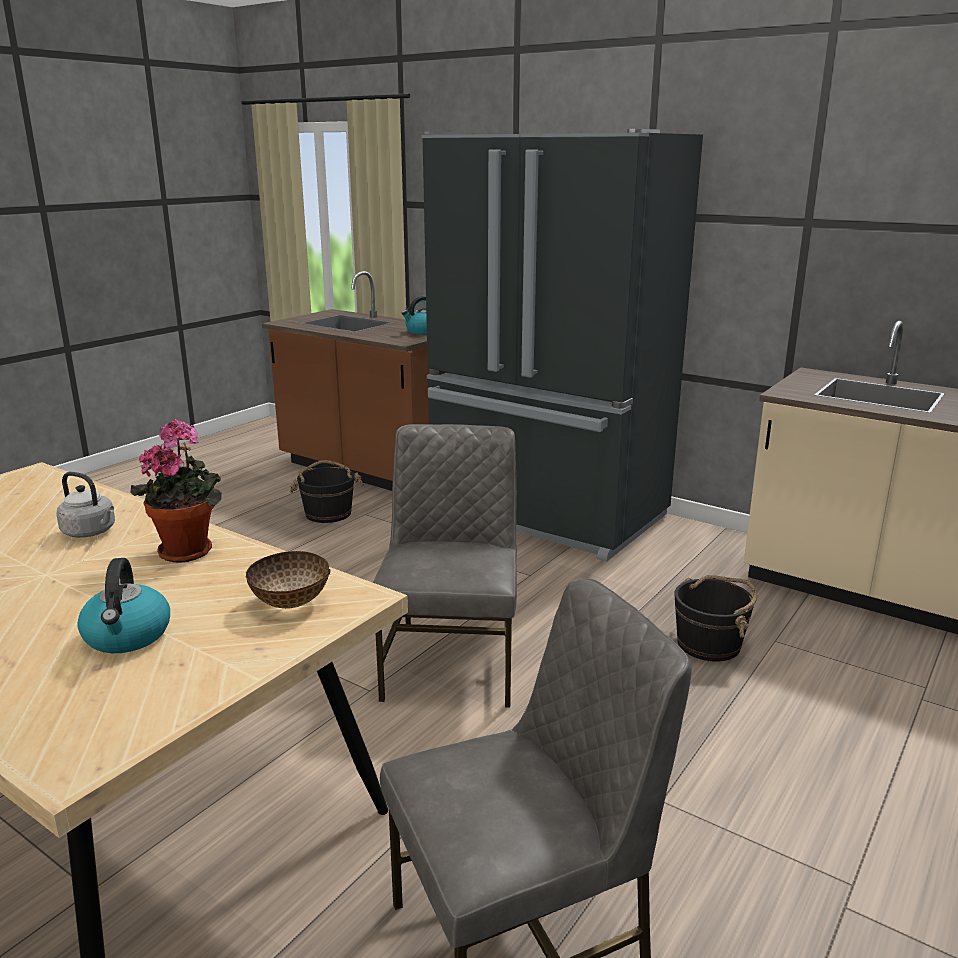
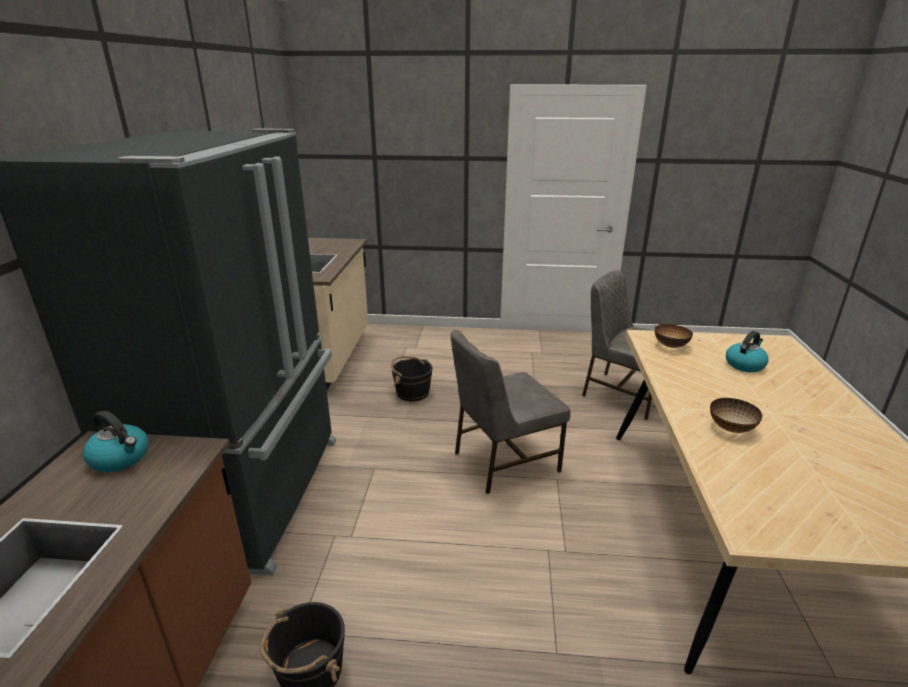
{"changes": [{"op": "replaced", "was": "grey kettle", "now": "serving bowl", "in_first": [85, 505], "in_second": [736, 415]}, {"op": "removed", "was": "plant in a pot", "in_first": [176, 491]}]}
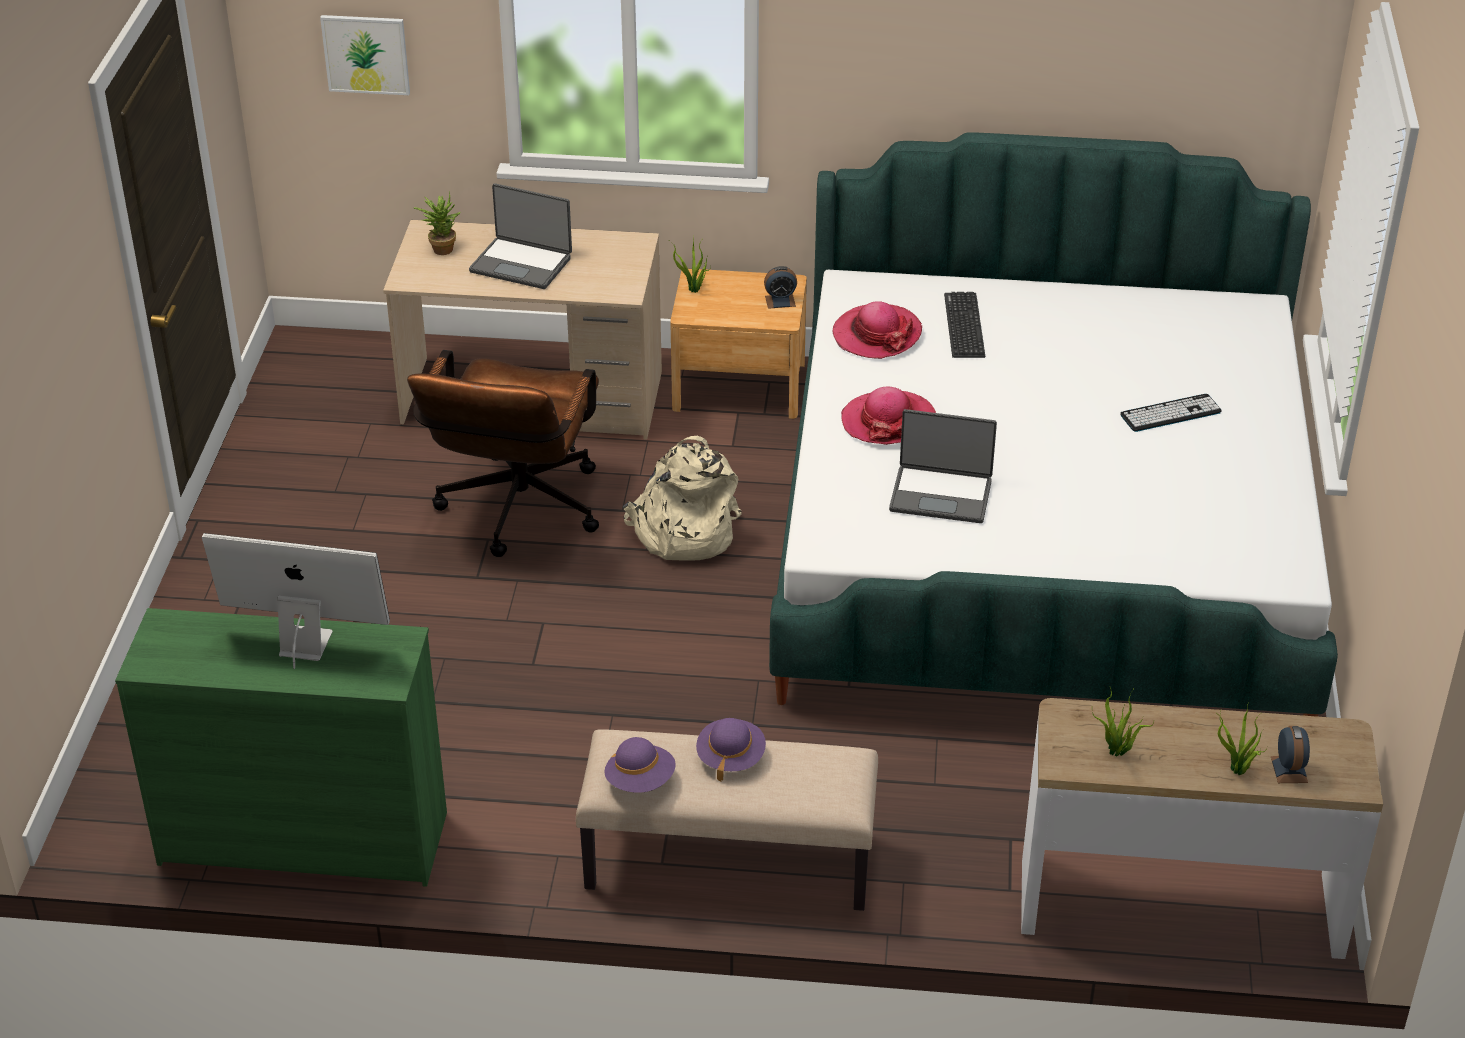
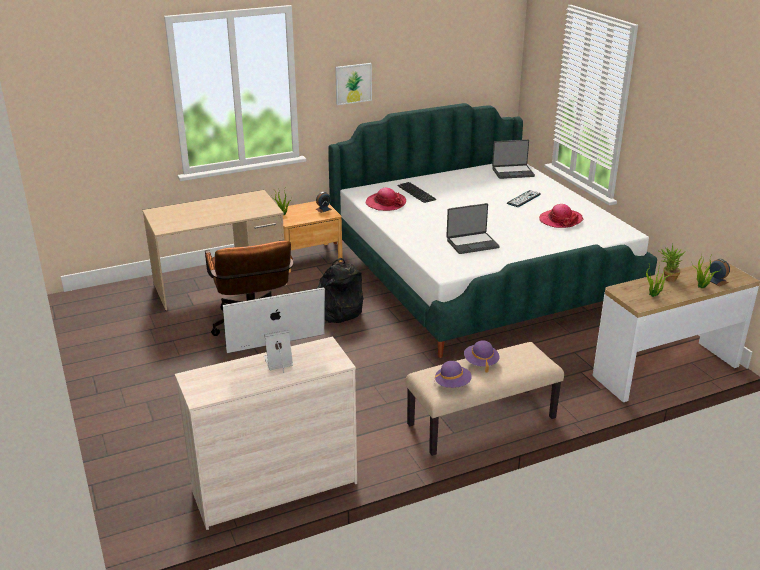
{"changes": [{"op": "recoloured", "was": "greenish drawer chest", "now": "beige drawer chest", "in_first": [281, 747], "in_second": [266, 433]}, {"op": "recoloured", "was": "beige rucksack", "now": "black rucksack", "in_first": [682, 498], "in_second": [341, 290]}, {"op": "moved", "was": "picture", "in_first": [365, 55], "in_second": [353, 84]}, {"op": "moved", "was": "notebook computer", "in_first": [520, 236], "in_second": [513, 159]}, {"op": "moved", "was": "wearable hat", "in_first": [888, 415], "in_second": [561, 216]}, {"op": "moved", "was": "plant in a pot", "in_first": [437, 223], "in_second": [672, 263]}]}
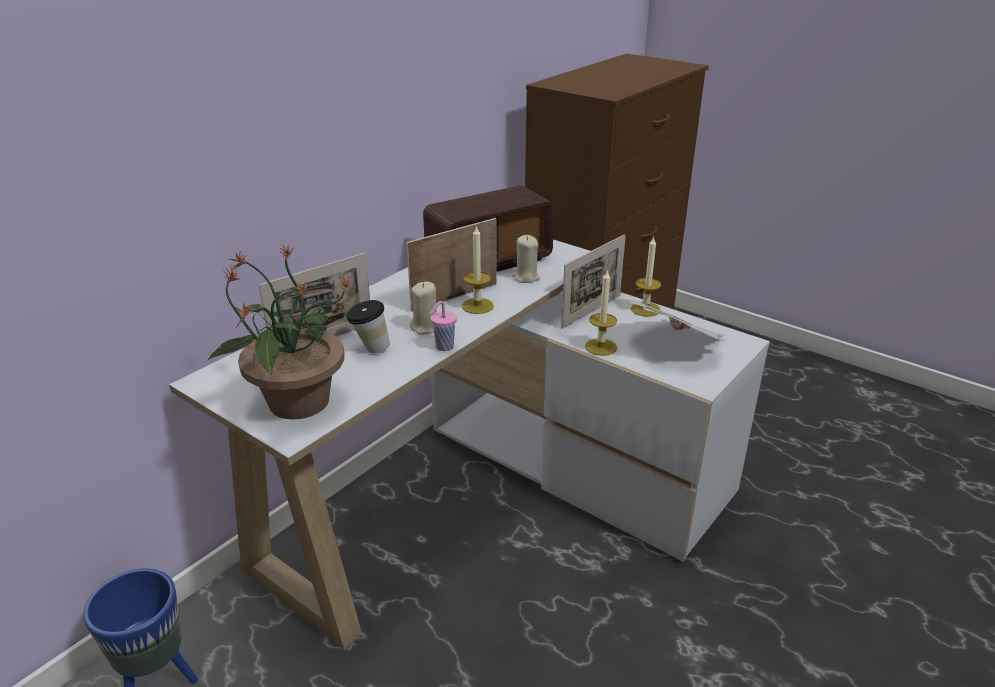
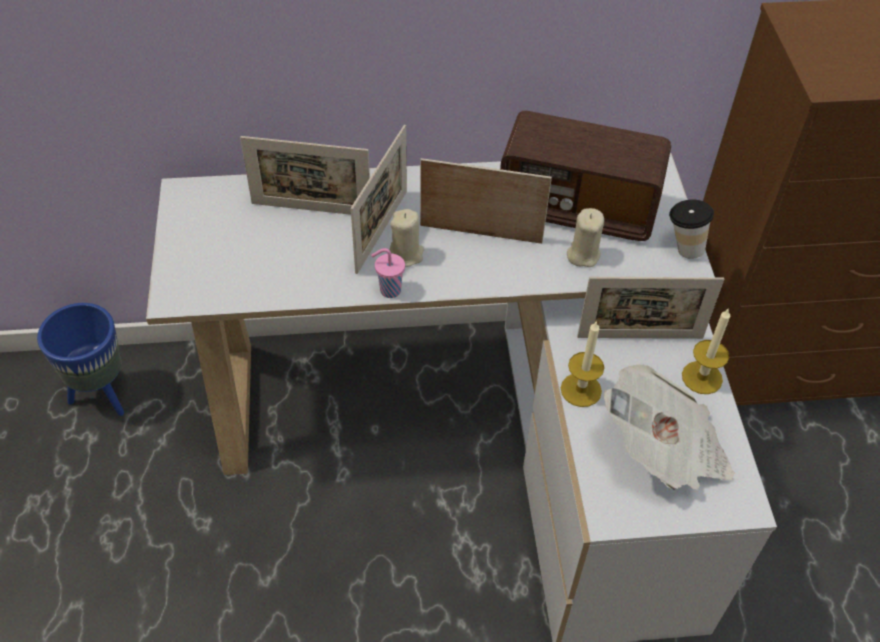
{"changes": [{"op": "added", "now": "photo frame", "in_second": [379, 199]}, {"op": "moved", "was": "drinking cup", "in_first": [368, 326], "in_second": [691, 229]}, {"op": "removed", "was": "plant in a pot", "in_first": [280, 332]}, {"op": "removed", "was": "wax light", "in_first": [478, 269]}]}
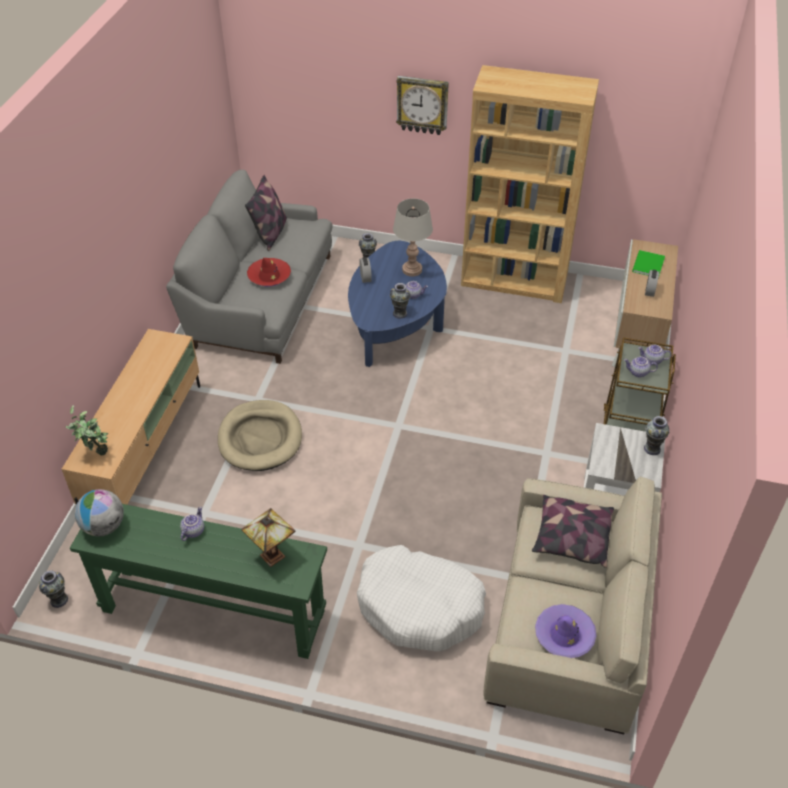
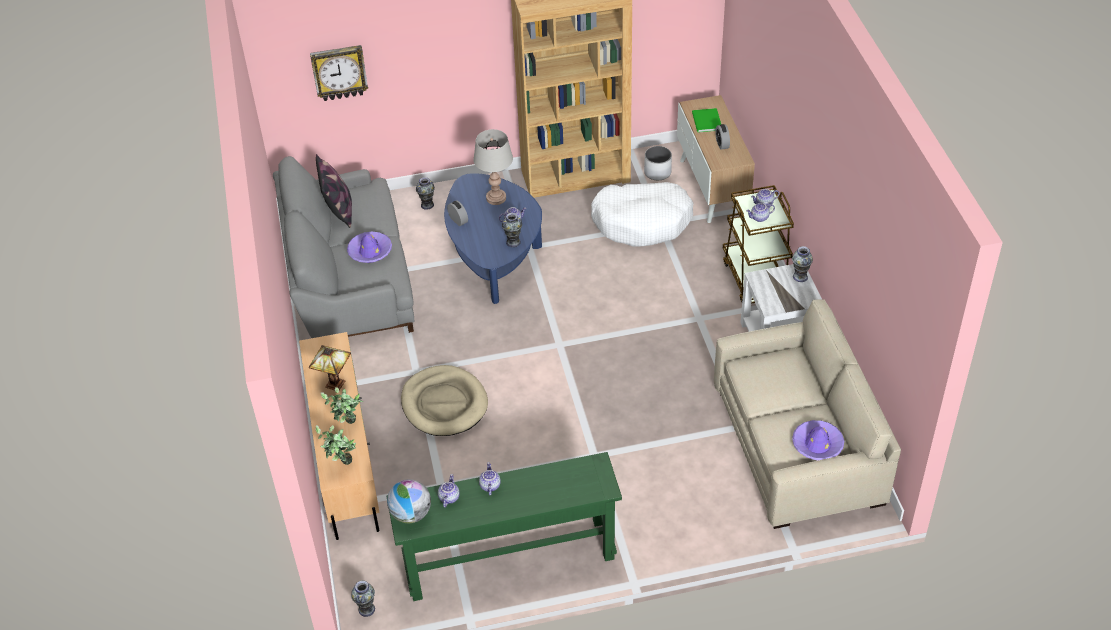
{"changes": [{"op": "moved", "was": "tabletop lamp", "in_first": [268, 537], "in_second": [330, 368]}, {"op": "moved", "was": "clock on the wall", "in_first": [422, 105], "in_second": [339, 73]}, {"op": "added", "now": "plant in a pot", "in_second": [342, 405]}, {"op": "recoloured", "was": "red wearable hat", "now": "purplish wearable hat", "in_first": [269, 272], "in_second": [369, 247]}, {"op": "added", "now": "pot for tea", "in_second": [449, 490]}, {"op": "moved", "was": "white dog bed", "in_first": [421, 598], "in_second": [642, 214]}, {"op": "added", "now": "white flower pot", "in_second": [658, 163]}, {"op": "removed", "was": "pillow", "in_first": [573, 531]}]}
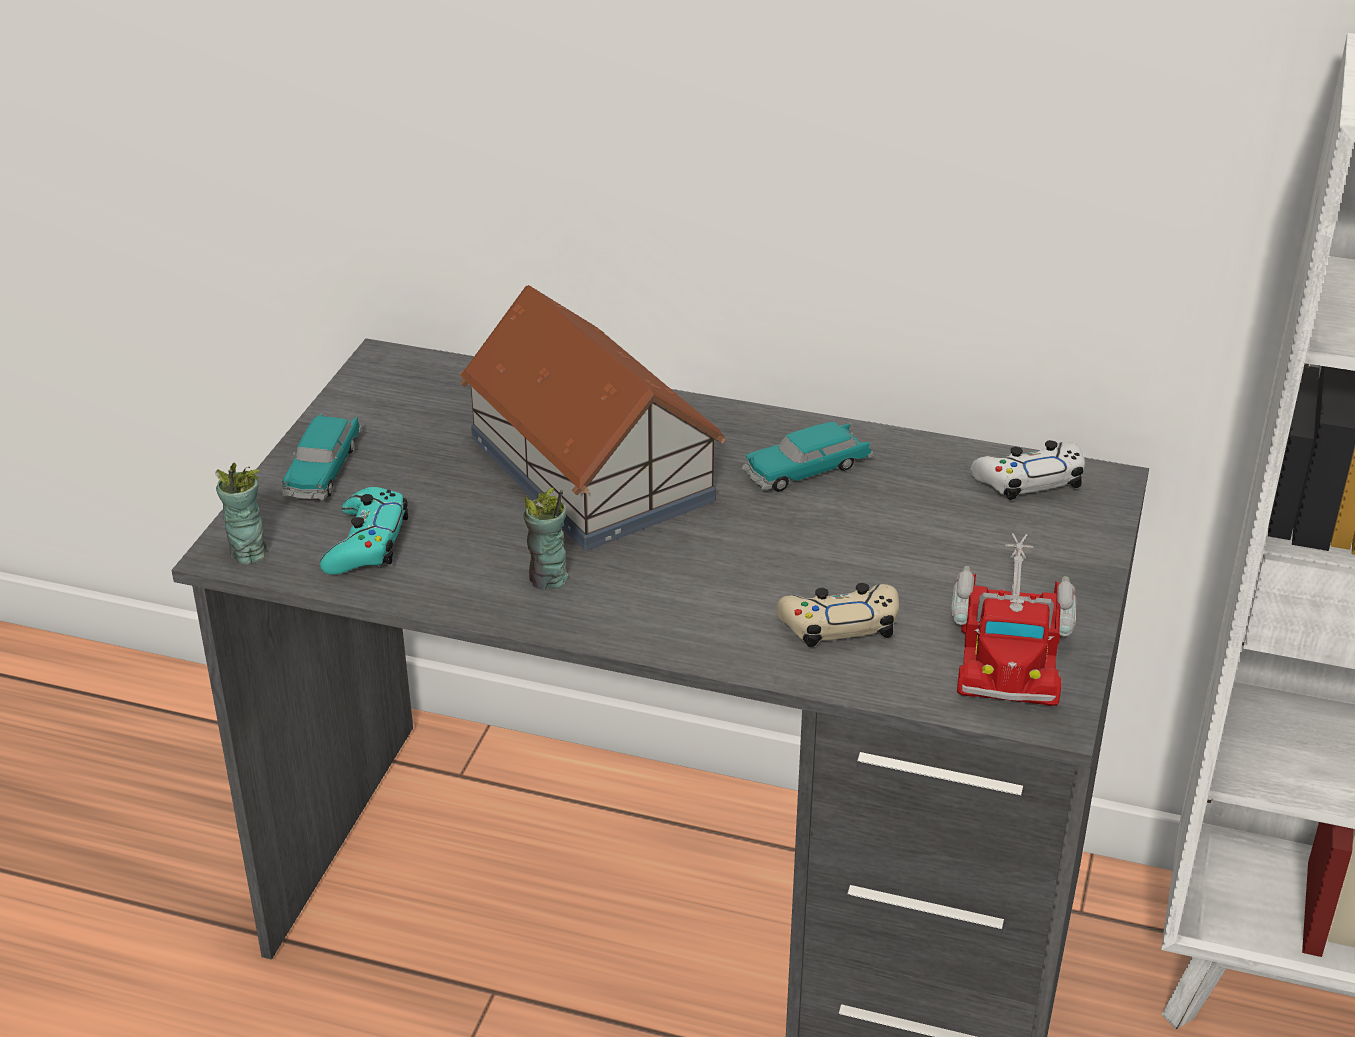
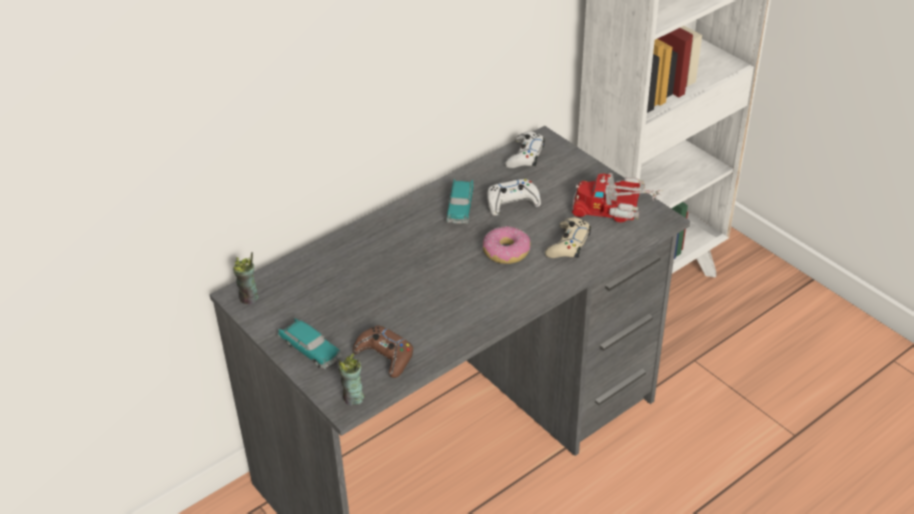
{"changes": [{"op": "moved", "was": "drinking cup", "in_first": [545, 538], "in_second": [246, 278]}, {"op": "recoloured", "was": "blue-green game controller", "now": "brown game controller", "in_first": [364, 531], "in_second": [383, 352]}, {"op": "added", "now": "ring doughnut", "in_second": [507, 245]}, {"op": "added", "now": "white game controller", "in_second": [514, 197]}, {"op": "turned", "was": "toy lorry", "in_first": [1013, 619], "in_second": [617, 197], "clockwise": 150}, {"op": "removed", "was": "miniature house", "in_first": [593, 417]}]}
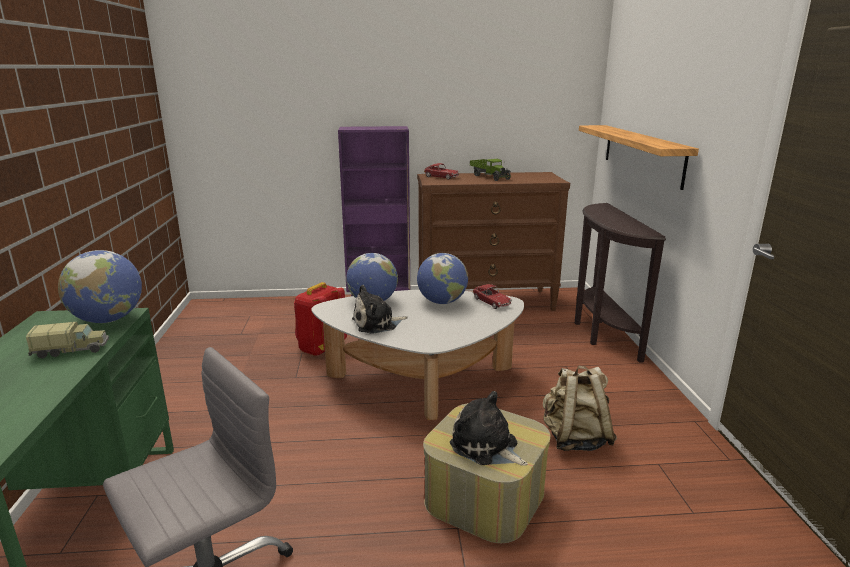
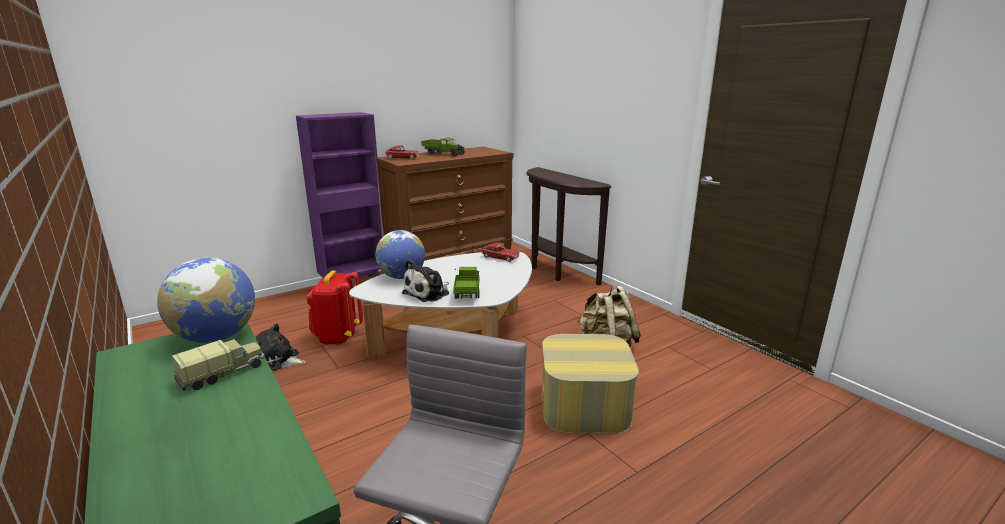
{"changes": [{"op": "moved", "was": "cuddly toy", "in_first": [489, 428], "in_second": [280, 347]}, {"op": "added", "now": "toy lorry", "in_second": [466, 283]}, {"op": "removed", "was": "globe", "in_first": [442, 278]}, {"op": "removed", "was": "wall shelf", "in_first": [639, 157]}]}
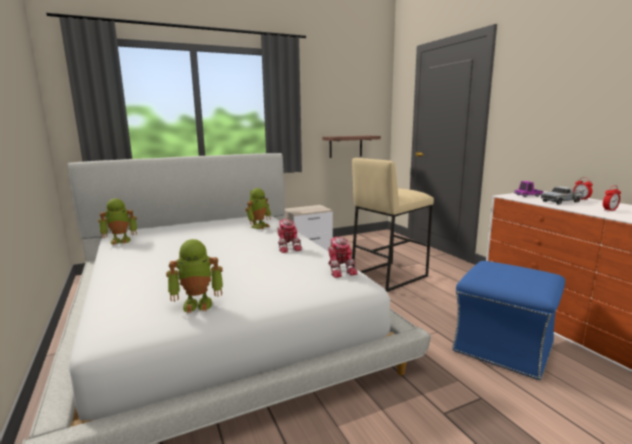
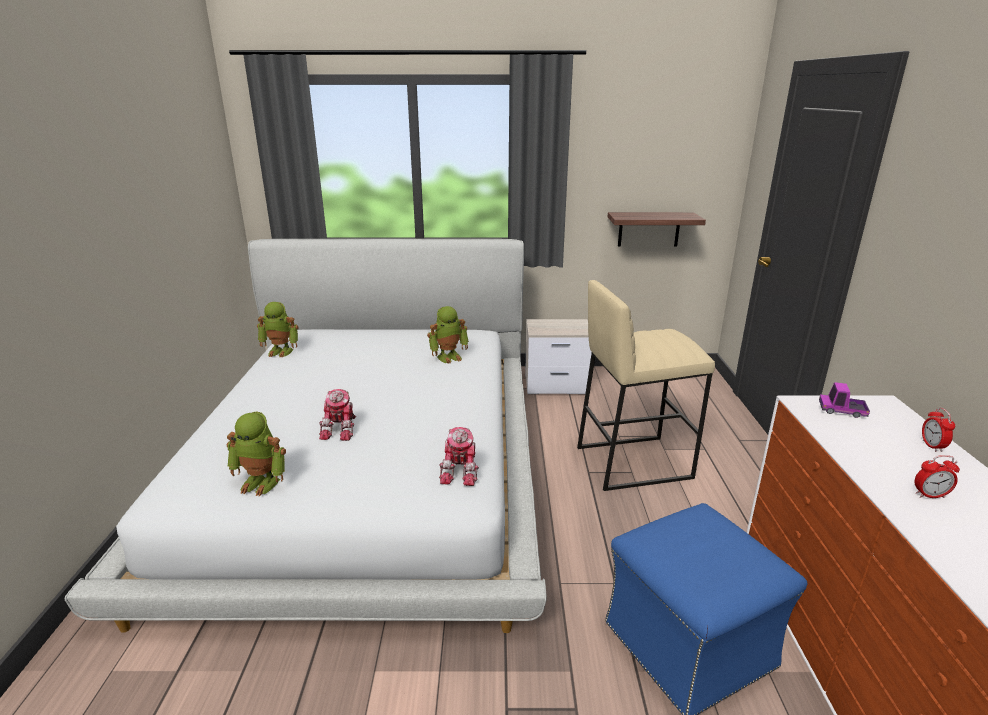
{"changes": [{"op": "moved", "was": "robot figure", "in_first": [290, 236], "in_second": [337, 415]}, {"op": "removed", "was": "toy lorry", "in_first": [562, 195]}]}
